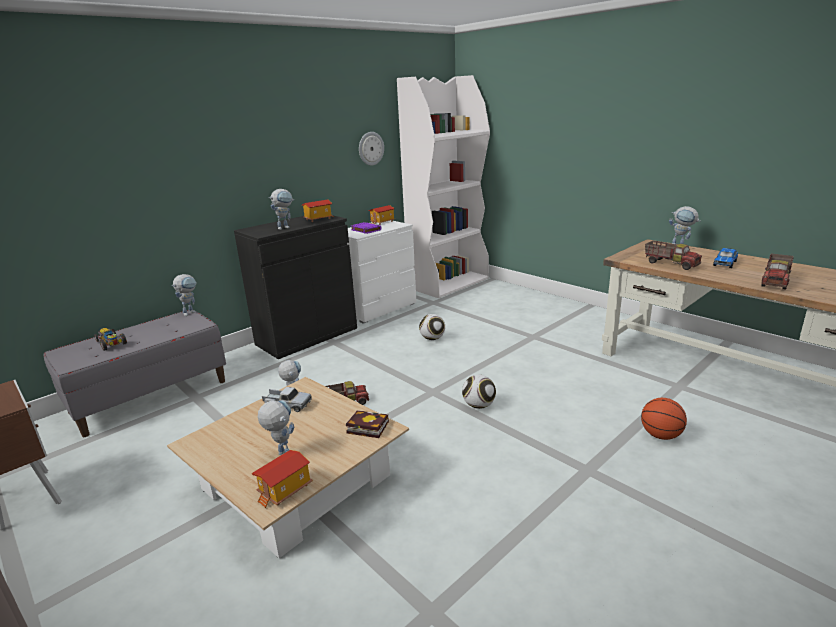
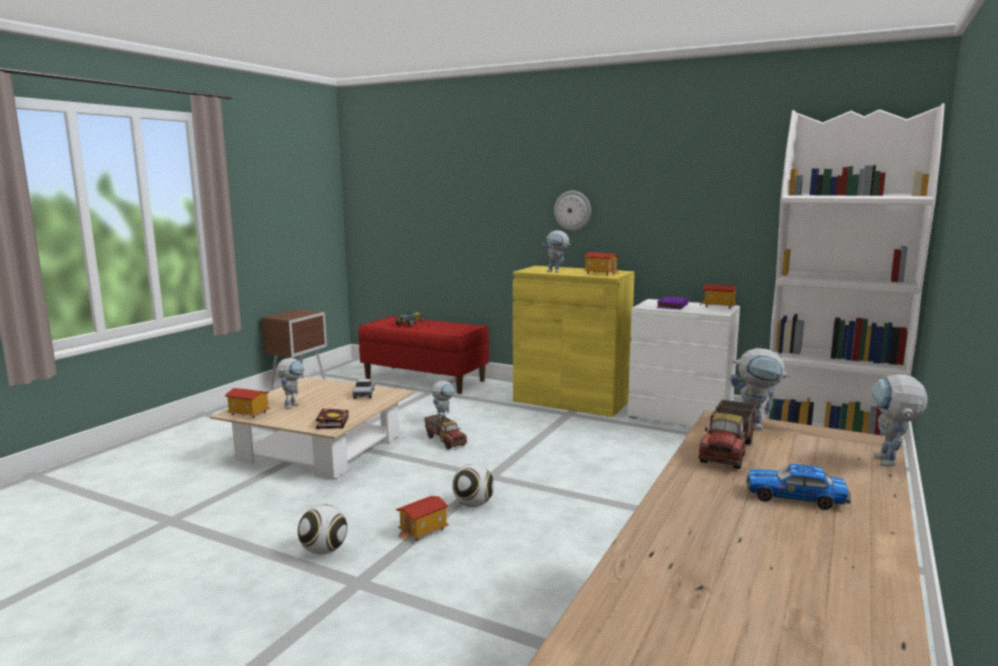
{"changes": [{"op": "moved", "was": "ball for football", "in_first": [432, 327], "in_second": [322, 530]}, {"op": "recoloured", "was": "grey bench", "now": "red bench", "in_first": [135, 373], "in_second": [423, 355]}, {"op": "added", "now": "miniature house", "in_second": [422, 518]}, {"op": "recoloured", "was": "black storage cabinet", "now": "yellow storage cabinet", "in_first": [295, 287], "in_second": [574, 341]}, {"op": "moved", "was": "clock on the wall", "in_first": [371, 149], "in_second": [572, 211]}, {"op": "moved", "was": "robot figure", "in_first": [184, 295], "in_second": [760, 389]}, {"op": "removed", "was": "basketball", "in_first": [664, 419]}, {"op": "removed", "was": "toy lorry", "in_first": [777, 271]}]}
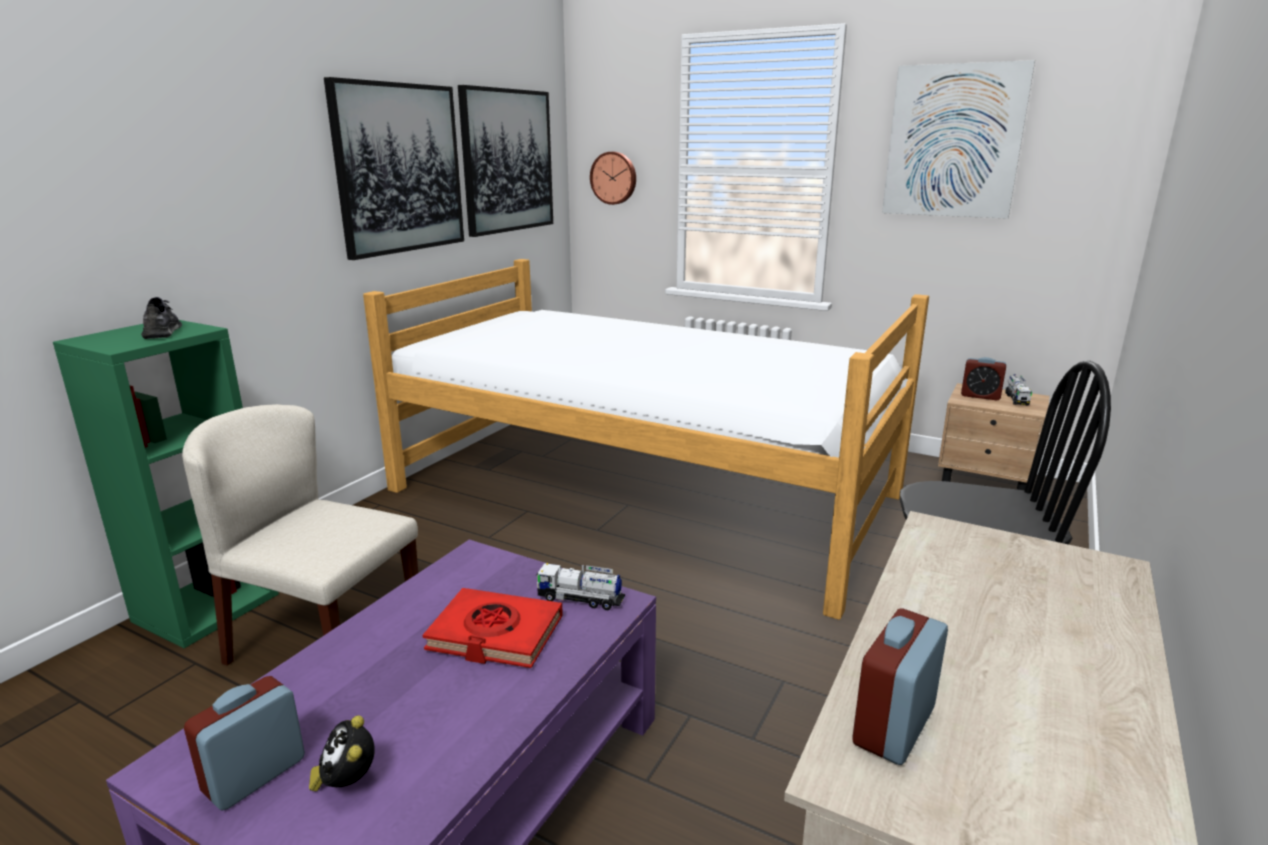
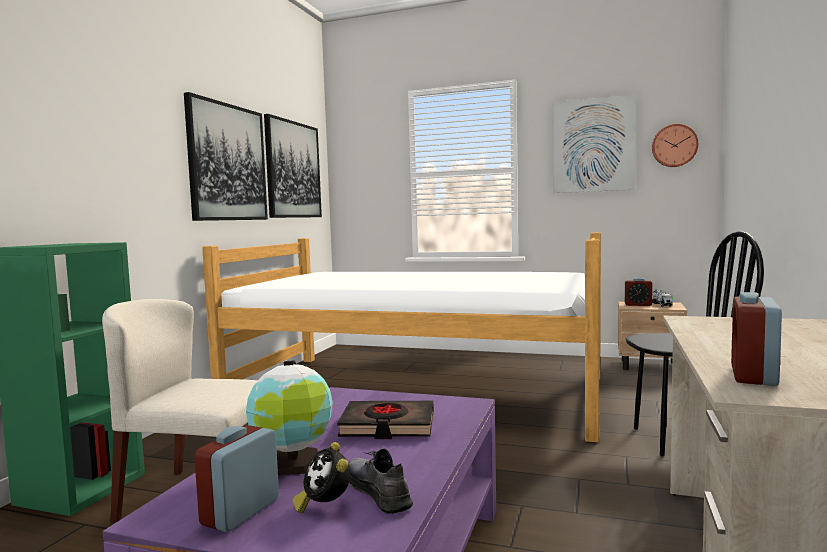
{"changes": [{"op": "added", "now": "globe", "in_second": [289, 418]}, {"op": "recoloured", "was": "red bound book", "now": "black bound book", "in_first": [493, 628], "in_second": [385, 420]}, {"op": "moved", "was": "grey item of footwear", "in_first": [161, 318], "in_second": [380, 481]}, {"op": "moved", "was": "clock on the wall", "in_first": [613, 178], "in_second": [675, 145]}, {"op": "removed", "was": "toy lorry", "in_first": [580, 586]}]}
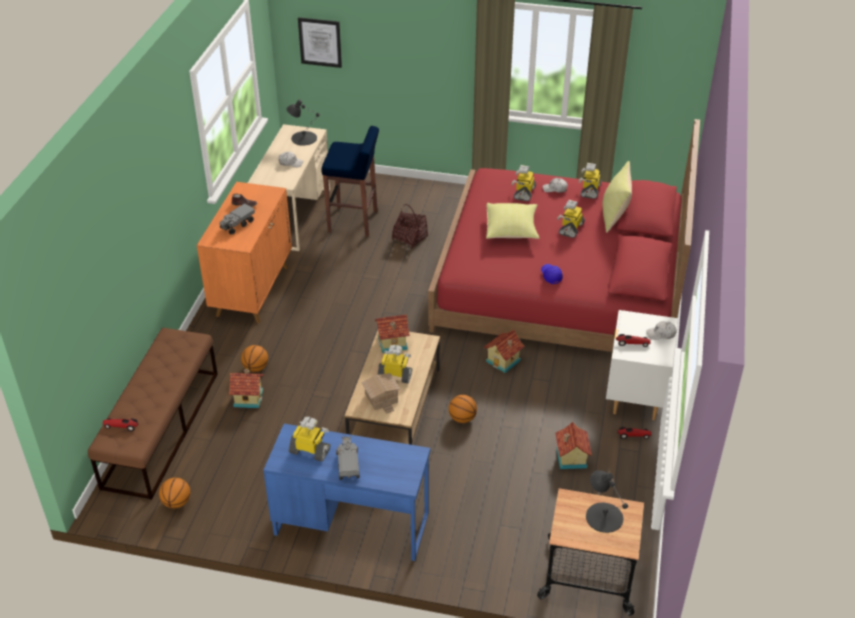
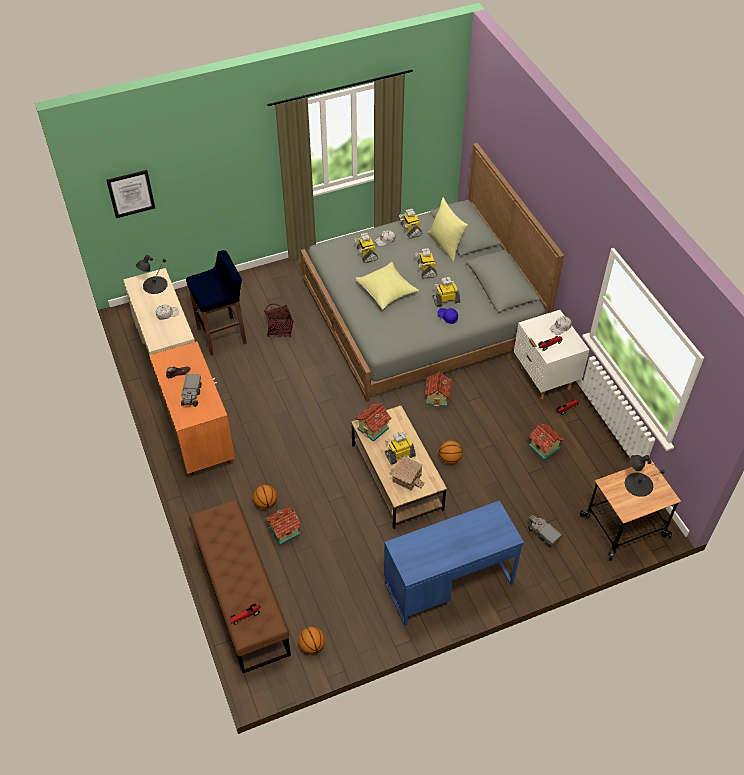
{"changes": [{"op": "recoloured", "was": "red sleeping bed", "now": "grey sleeping bed", "in_first": [564, 235], "in_second": [432, 272]}, {"op": "moved", "was": "robot figure", "in_first": [309, 439], "in_second": [446, 292]}, {"op": "moved", "was": "toy lorry", "in_first": [348, 458], "in_second": [545, 530]}]}
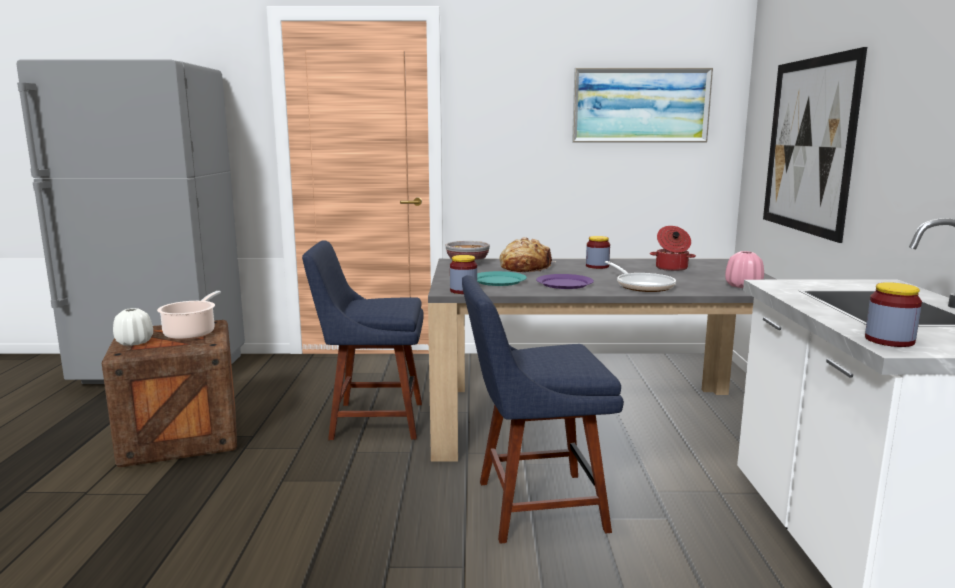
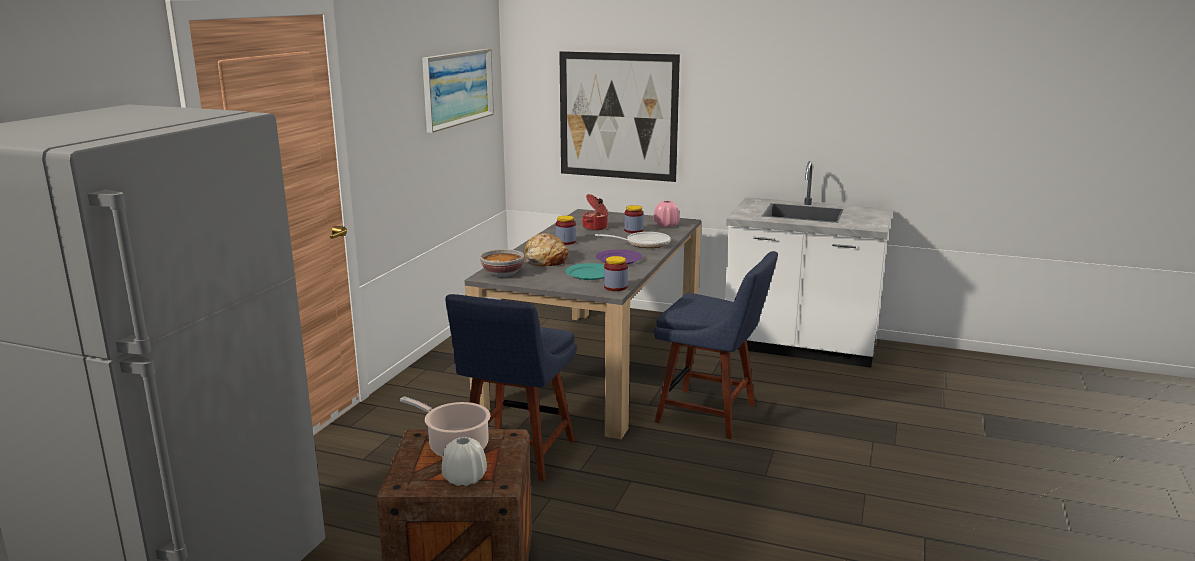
{"changes": [{"op": "moved", "was": "preserve jar", "in_first": [893, 314], "in_second": [634, 219]}, {"op": "turned", "was": "blue chair", "in_first": [543, 409], "in_second": [716, 345], "clockwise": -75}]}
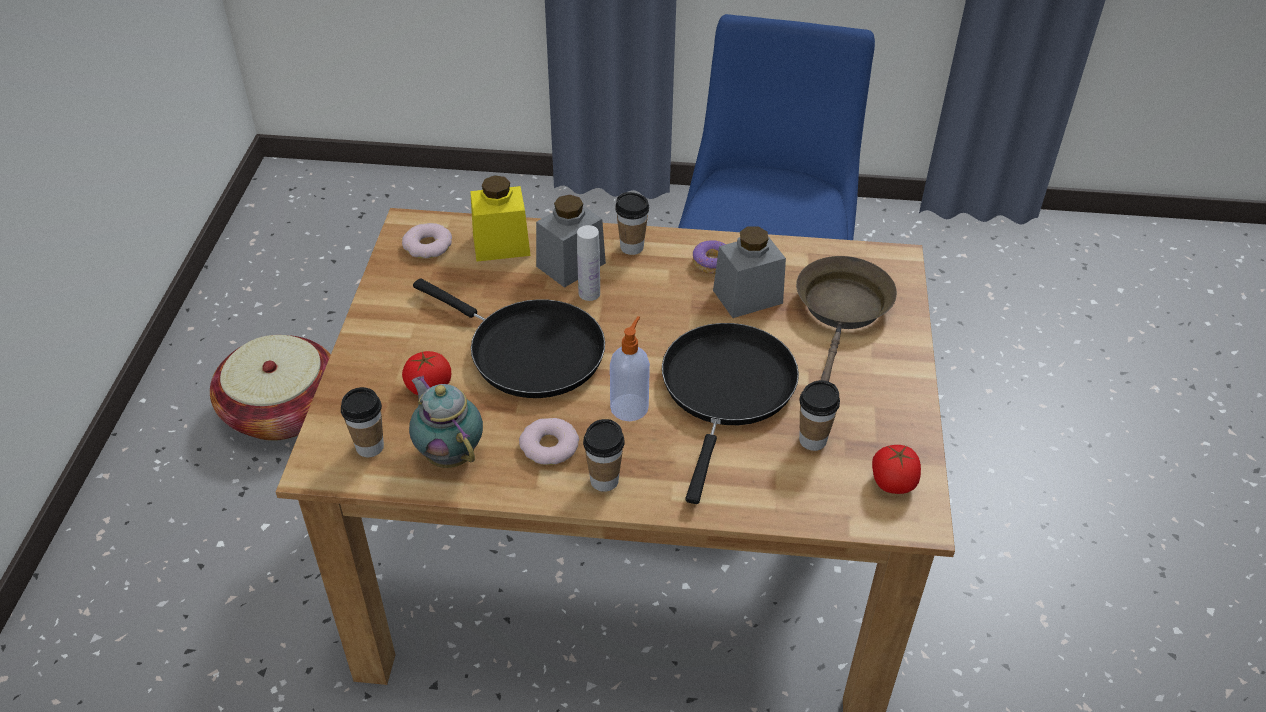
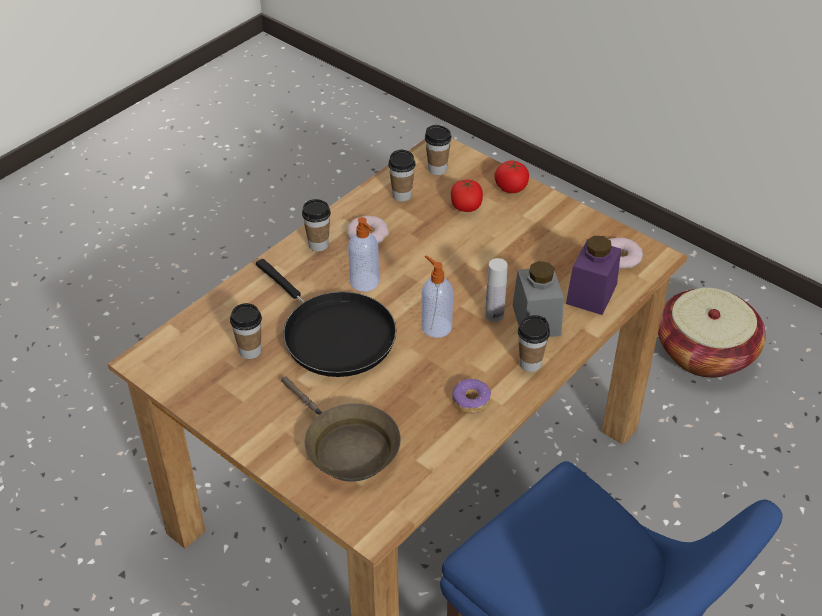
{"changes": [{"op": "replaced", "was": "pot for tea", "now": "drinking cup", "in_first": [446, 422], "in_second": [402, 175]}, {"op": "added", "now": "soap bottle", "in_second": [437, 297]}, {"op": "moved", "was": "fresh tomato", "in_first": [896, 469], "in_second": [511, 176]}, {"op": "recoloured", "was": "yellow preserve jar", "now": "purplish preserve jar", "in_first": [500, 218], "in_second": [593, 275]}, {"op": "removed", "was": "black skillet", "in_first": [509, 338]}, {"op": "removed", "was": "grey preserve jar", "in_first": [749, 272]}]}
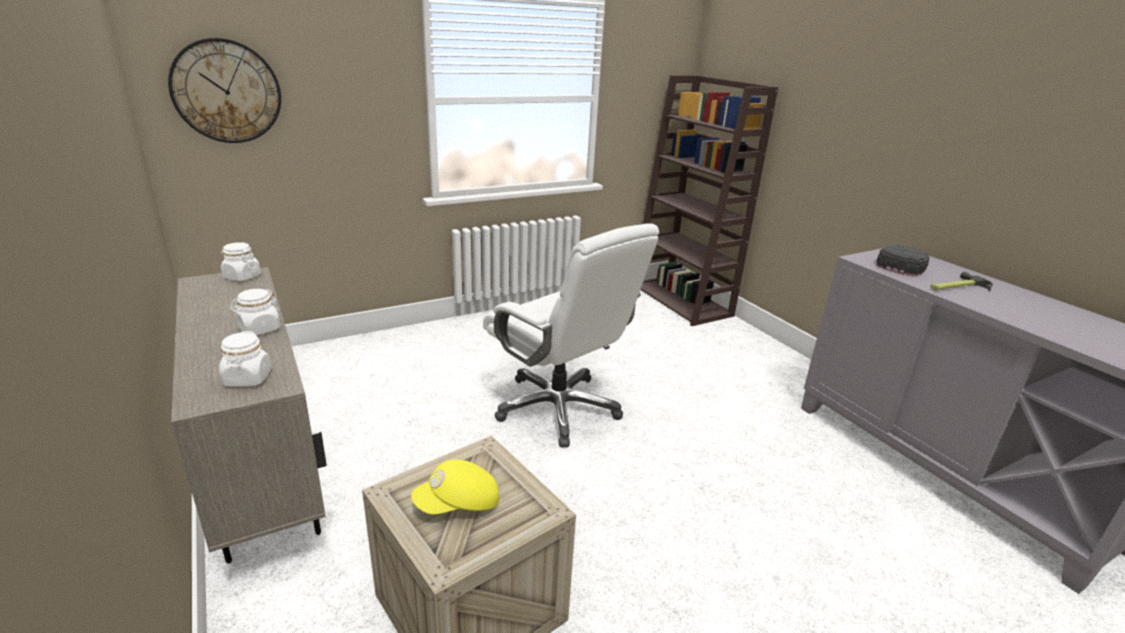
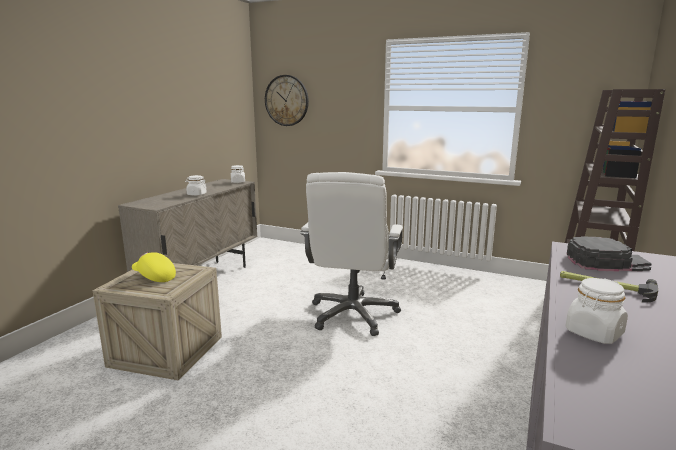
{"changes": [{"op": "moved", "was": "white preserve jar", "in_first": [245, 359], "in_second": [596, 311]}]}
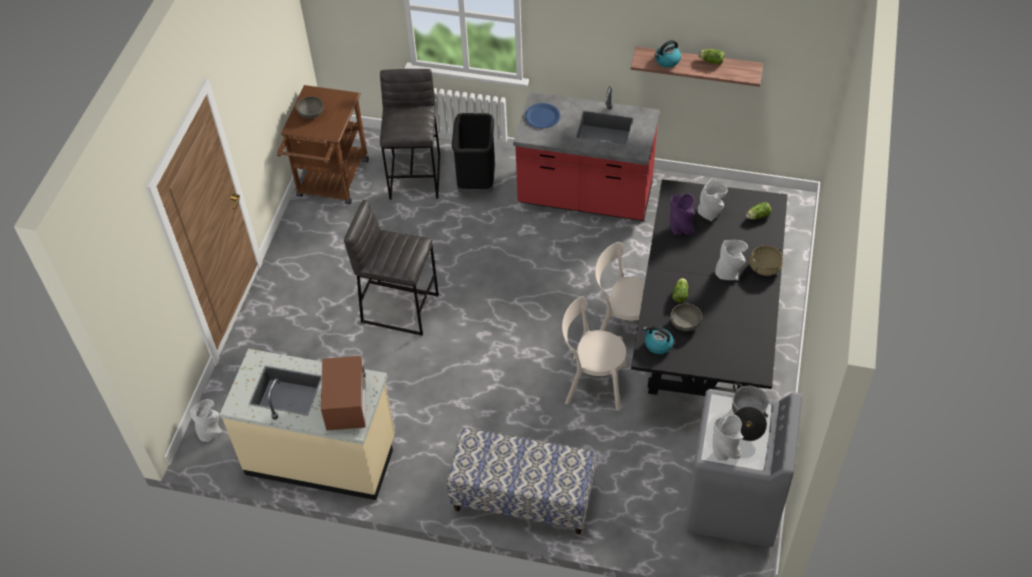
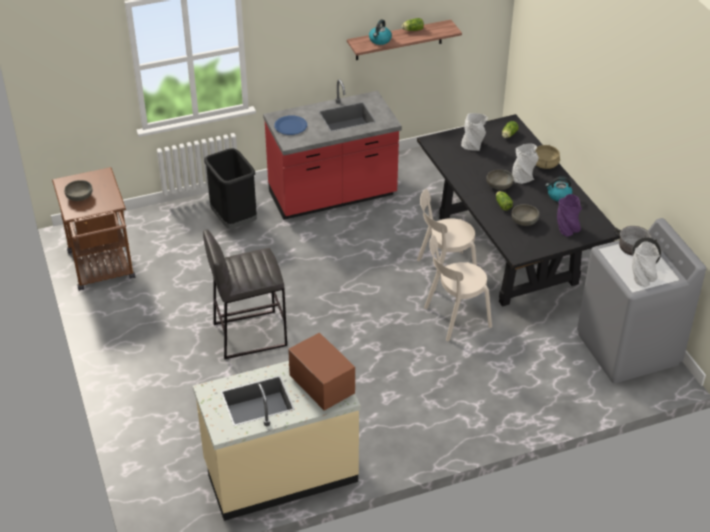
{"changes": [{"op": "added", "now": "grey serving bowl", "in_second": [500, 179]}, {"op": "moved", "was": "kettle", "in_first": [658, 340], "in_second": [558, 189]}, {"op": "moved", "was": "purplish flower vase", "in_first": [682, 214], "in_second": [569, 215]}, {"op": "removed", "was": "grey flower vase", "in_first": [206, 420]}, {"op": "removed", "was": "grey stool seat", "in_first": [410, 134]}, {"op": "removed", "was": "bench", "in_first": [521, 481]}]}
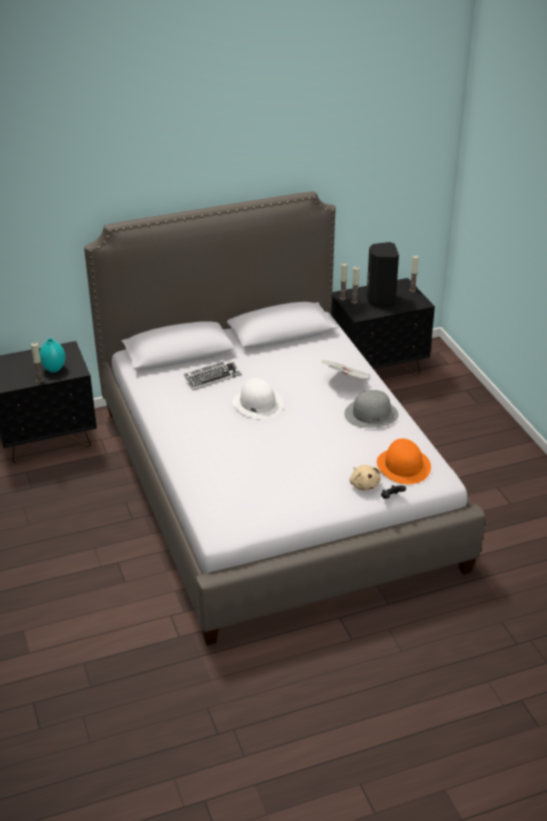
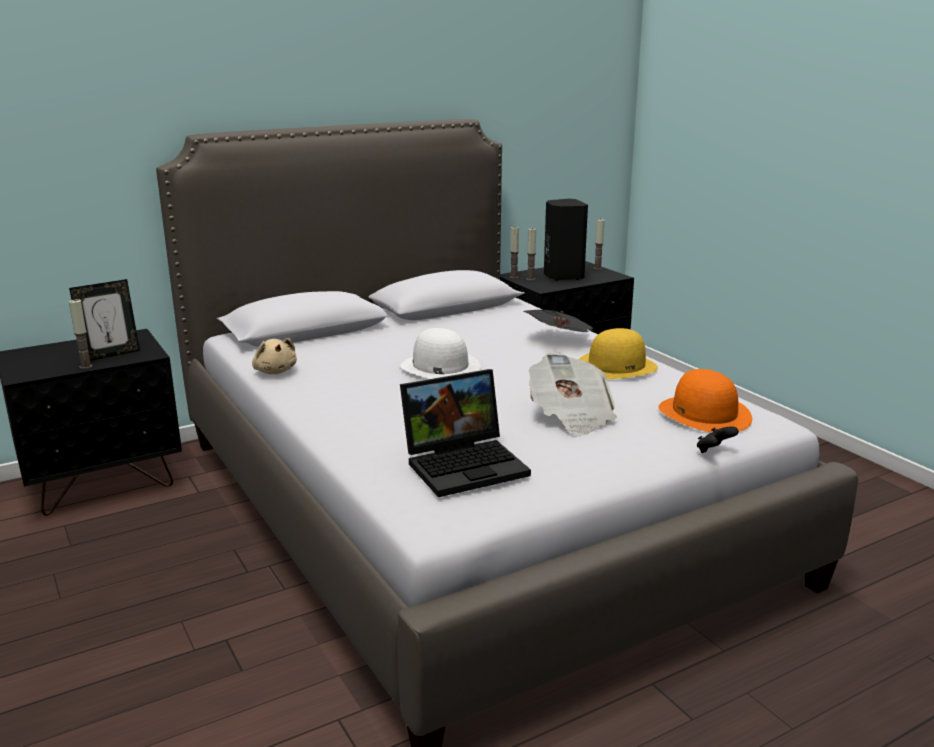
{"changes": [{"op": "replaced", "was": "blue-green flower vase", "now": "photo frame", "in_first": [52, 355], "in_second": [104, 320]}, {"op": "moved", "was": "beige cuddly toy", "in_first": [365, 477], "in_second": [274, 356]}, {"op": "added", "now": "notebook computer", "in_second": [465, 433]}, {"op": "added", "now": "printed paper", "in_second": [573, 394]}, {"op": "recoloured", "was": "grey wearable hat", "now": "yellow wearable hat", "in_first": [371, 409], "in_second": [618, 353]}, {"op": "removed", "was": "computer keyboard", "in_first": [213, 374]}]}
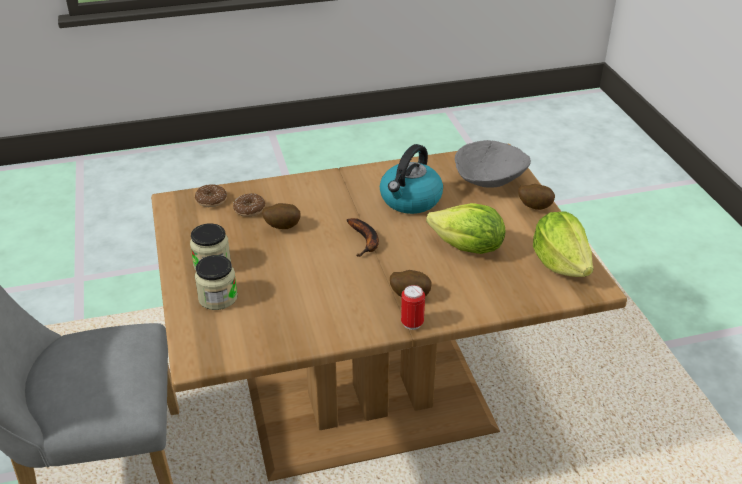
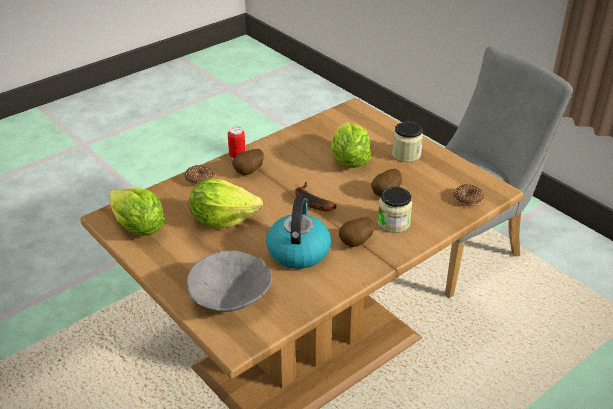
{"changes": [{"op": "moved", "was": "ring doughnut", "in_first": [249, 205], "in_second": [199, 175]}, {"op": "added", "now": "lettuce", "in_second": [351, 145]}, {"op": "moved", "was": "spud", "in_first": [536, 197], "in_second": [356, 232]}, {"op": "moved", "was": "preserve jar", "in_first": [216, 282], "in_second": [394, 210]}]}
